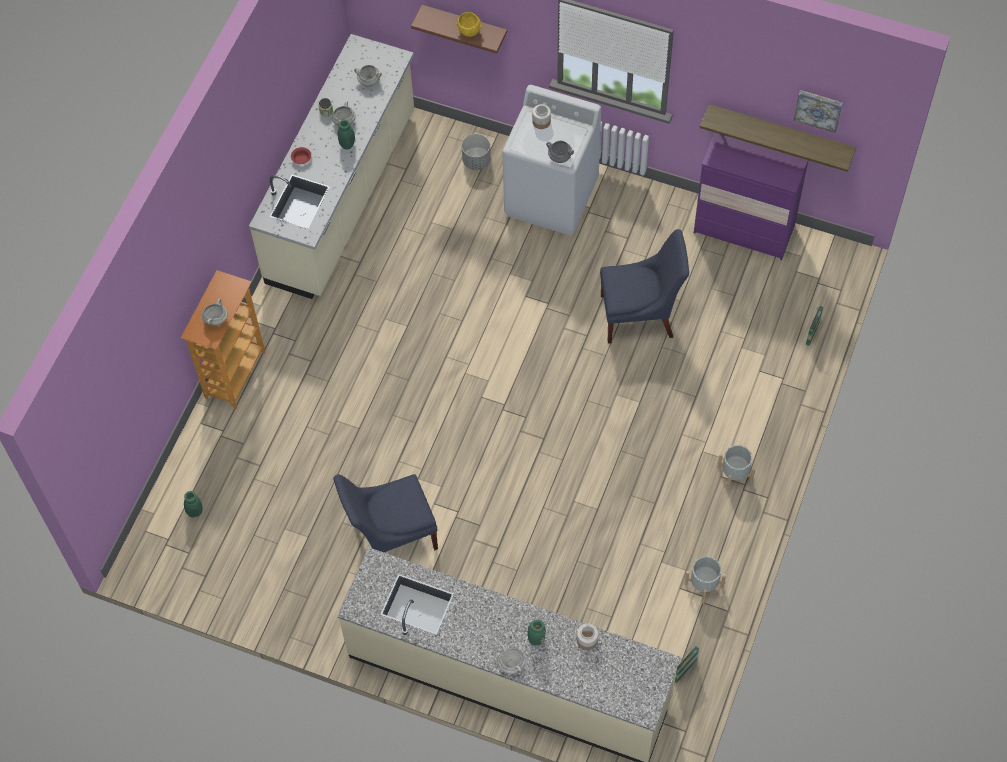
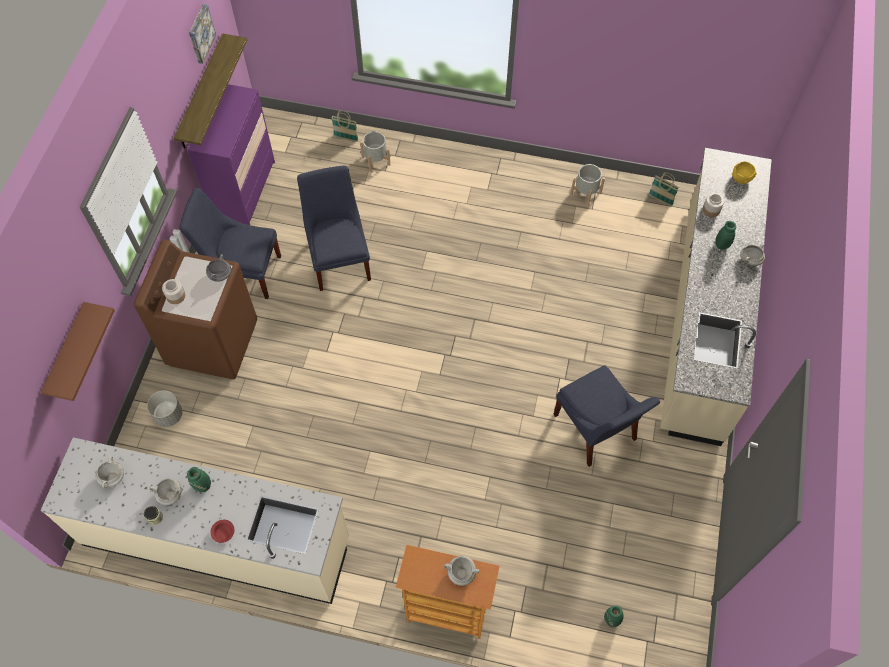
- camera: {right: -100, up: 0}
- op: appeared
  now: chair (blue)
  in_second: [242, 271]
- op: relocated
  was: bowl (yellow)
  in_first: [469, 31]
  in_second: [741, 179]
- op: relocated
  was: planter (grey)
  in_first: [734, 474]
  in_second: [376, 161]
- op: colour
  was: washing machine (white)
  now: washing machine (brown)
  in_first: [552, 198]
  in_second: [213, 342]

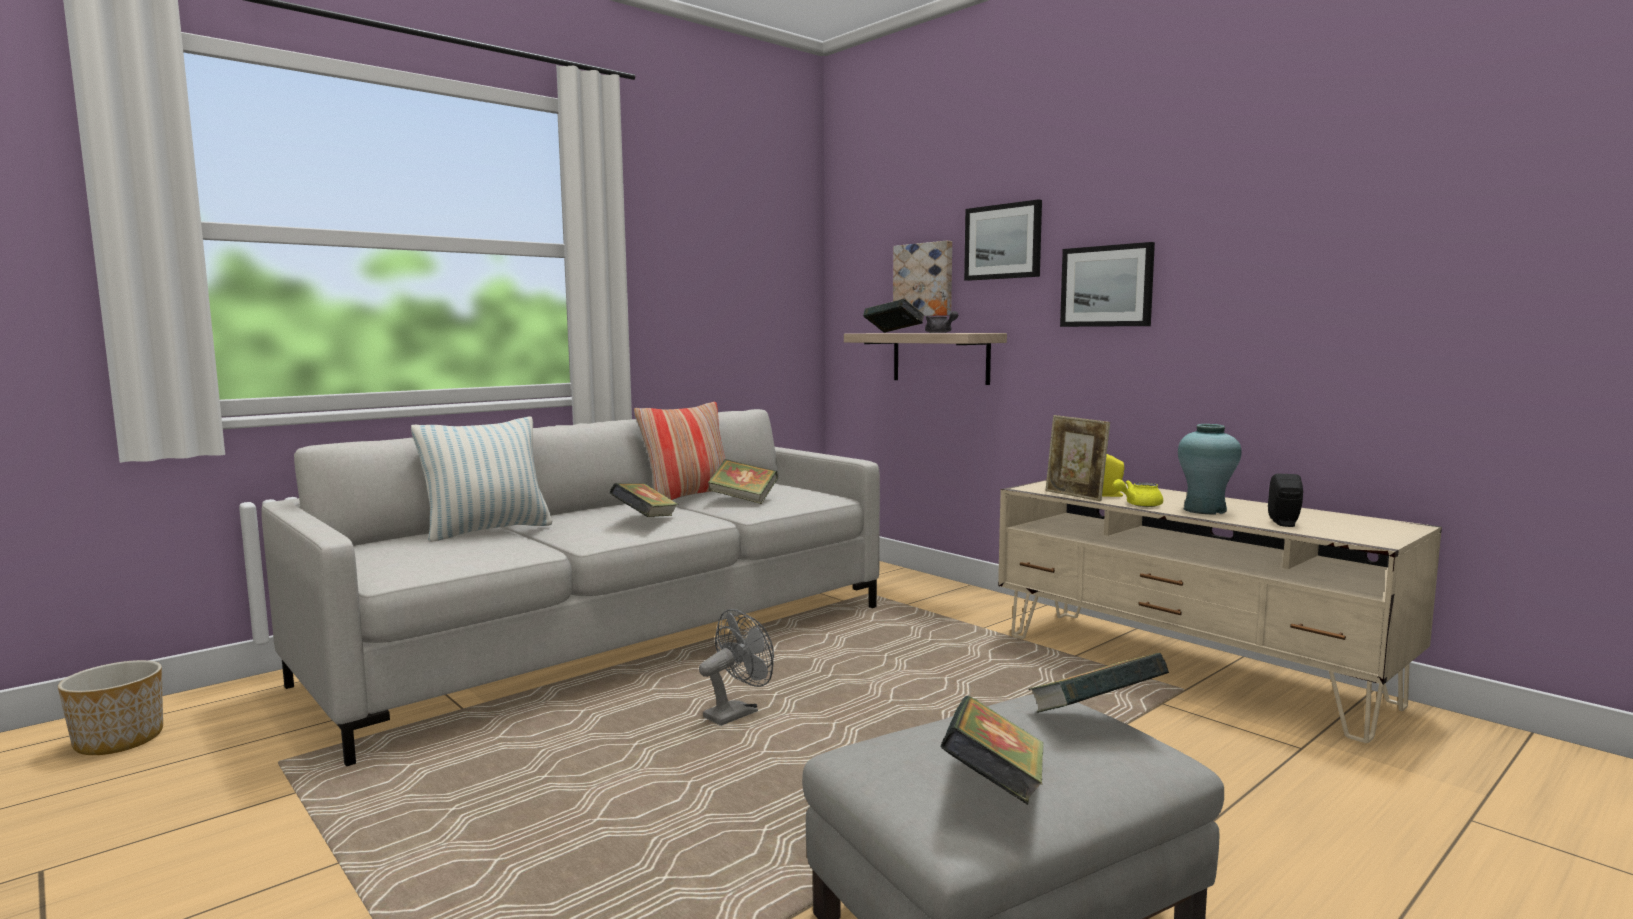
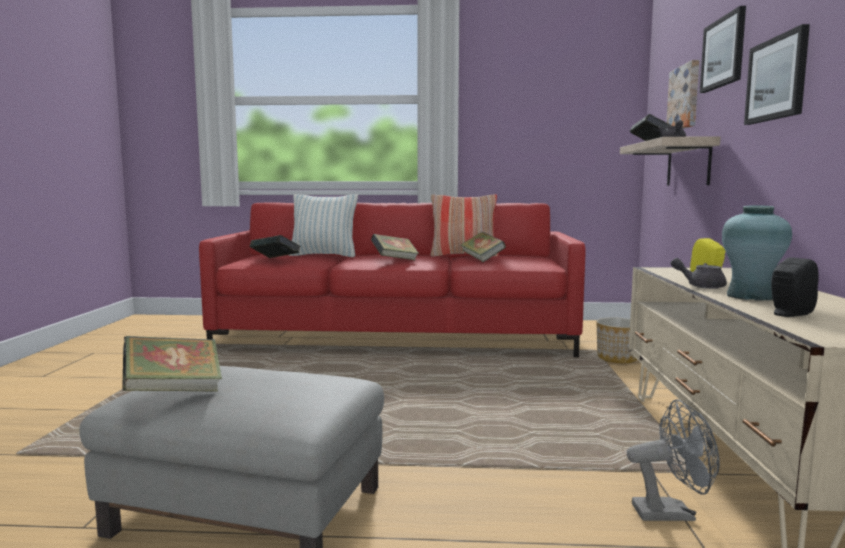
- camera: {right: 45, up: 0}
- op: missing
  was: picture frame
  in_first: [1075, 496]
- op: relocated
  was: planter
  in_first: [120, 740]
  in_second: [618, 358]
- op: relocated
  was: fan (grey)
  in_first: [737, 713]
  in_second: [672, 513]
- op: relocated
  was: book
  in_first: [1094, 718]
  in_second: [275, 260]
- op: colour
  was: sofa (grey)
  now: sofa (red)
  in_first: [615, 643]
  in_second: [396, 338]
- op: colour
  was: teapot (yellow)
  now: teapot (grey)
  in_first: [1138, 505]
  in_second: [700, 286]

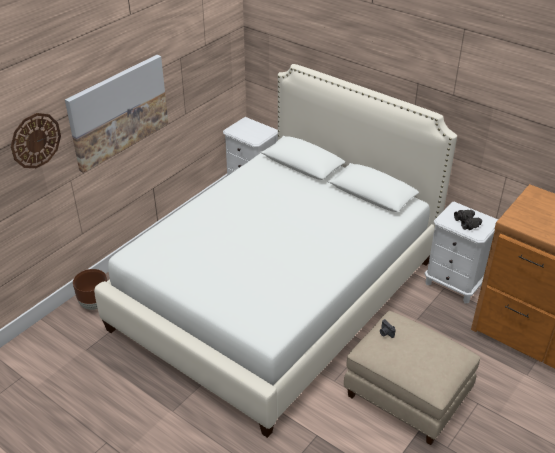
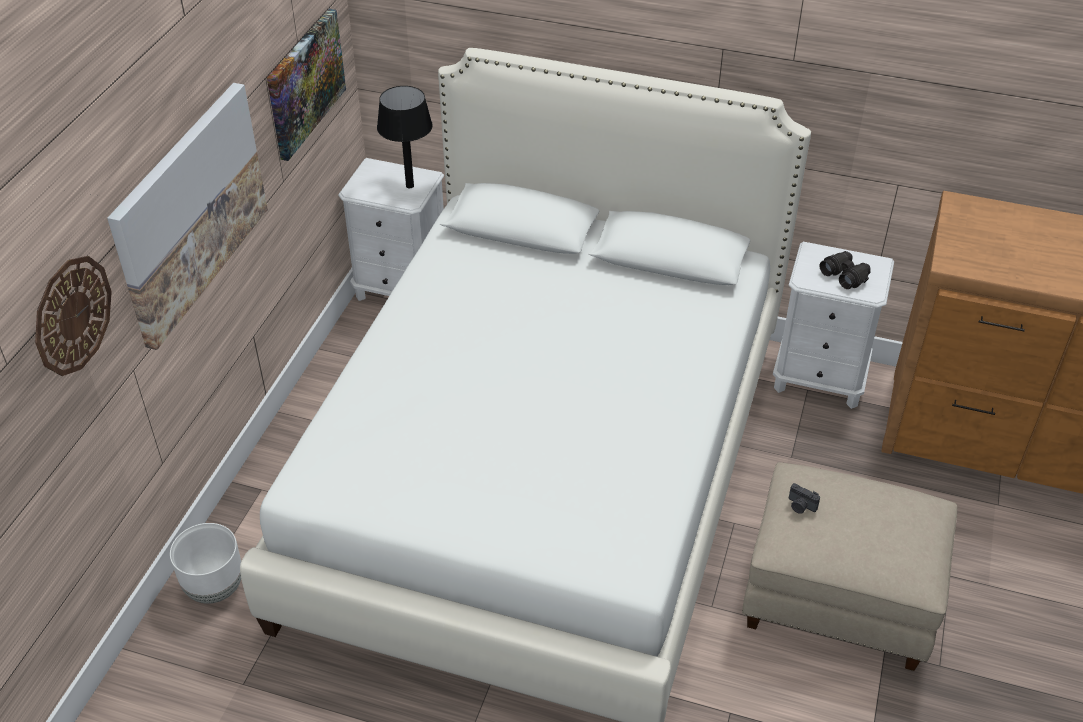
- camera: {right: -20, up: 5}
- op: appeared
  now: picture
  in_second: [305, 83]
- op: appeared
  now: table lamp (black)
  in_second: [410, 185]
- op: colour
  was: planter (brown)
  now: planter (white)
  in_first: [95, 303]
  in_second: [215, 587]

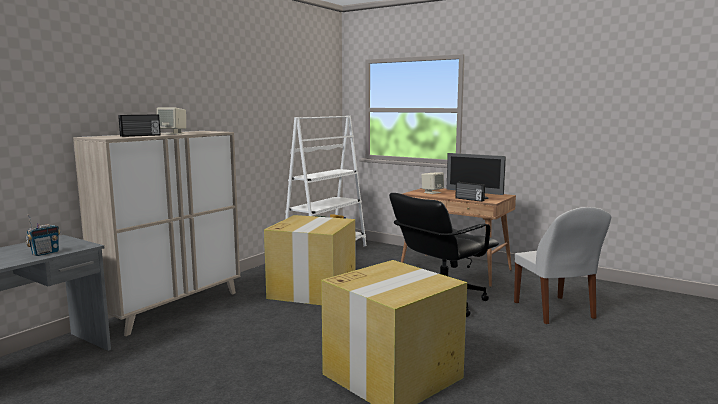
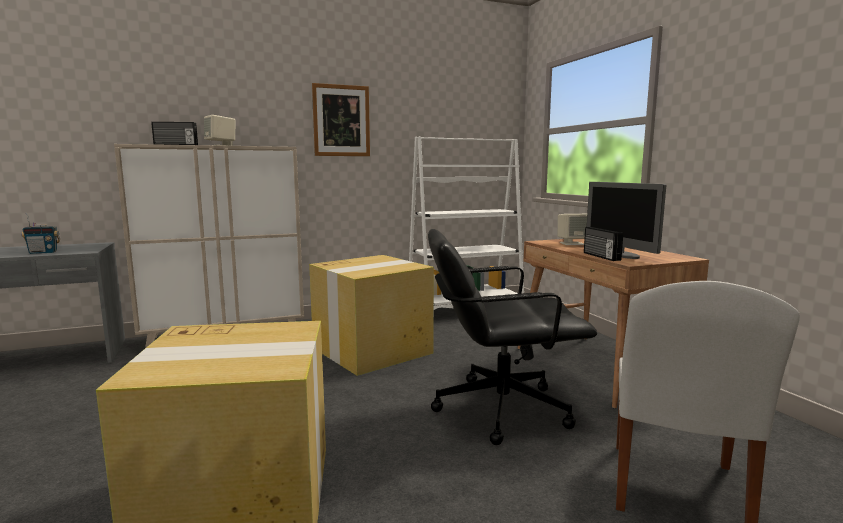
- camera: {right: 35, up: 0}
- op: appeared
  now: picture
  in_second: [341, 121]

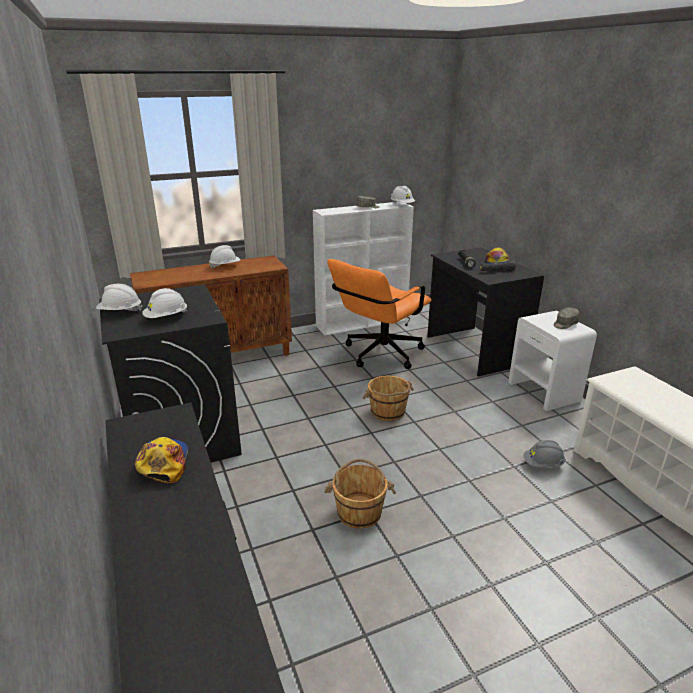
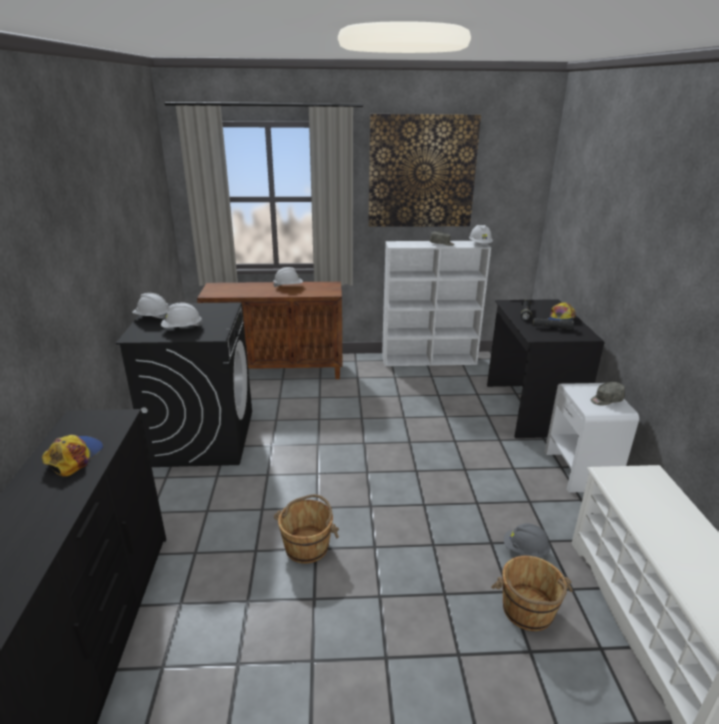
- camera: {right: 20, up: 0}
- op: missing
  was: office chair (orange)
  in_first: [378, 355]
- op: appeared
  now: picture
  in_second: [422, 172]
- op: relocated
  was: bucket (brown)
  in_first: [388, 412]
  in_second: [527, 611]

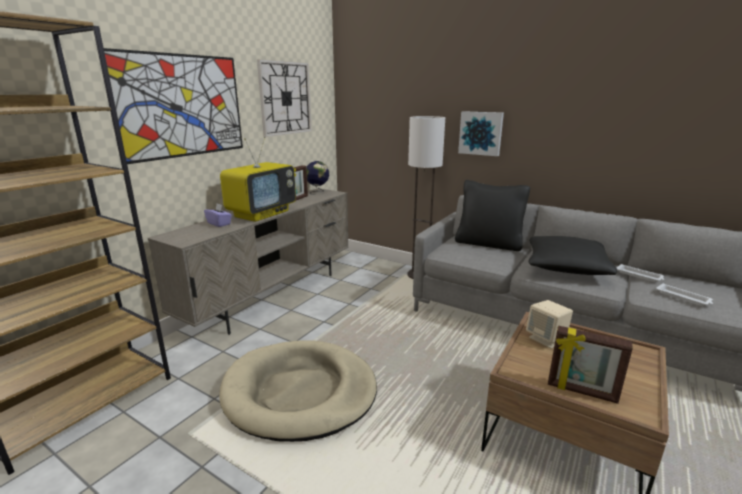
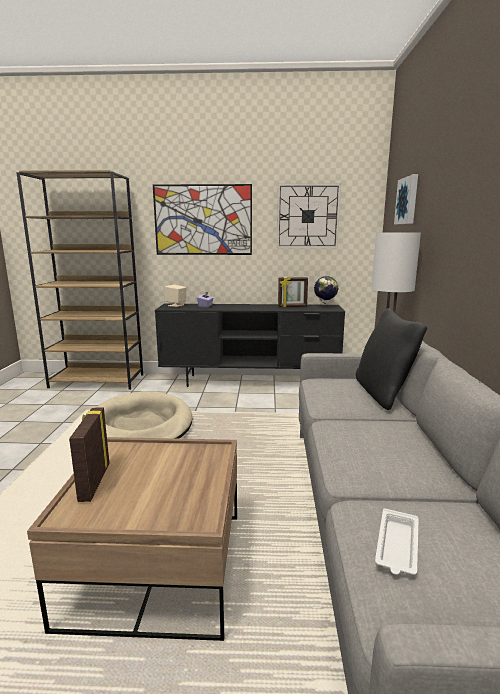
- camera: {right: 60, up: -5}
- op: missing
  was: television
  in_first: [262, 213]
- op: missing
  was: pillow (black)
  in_first: [566, 267]
- op: missing
  was: tray (white)
  in_first: [639, 275]
- op: relocated
  was: picture
  in_first: [481, 133]
  in_second: [408, 201]
- op: relocated
  was: speaker (beige)
  in_first: [546, 339]
  in_second: [176, 305]
- op: colour
  was: tv stand (beige)
  now: tv stand (black)
  in_first: [274, 296]
  in_second: [250, 382]

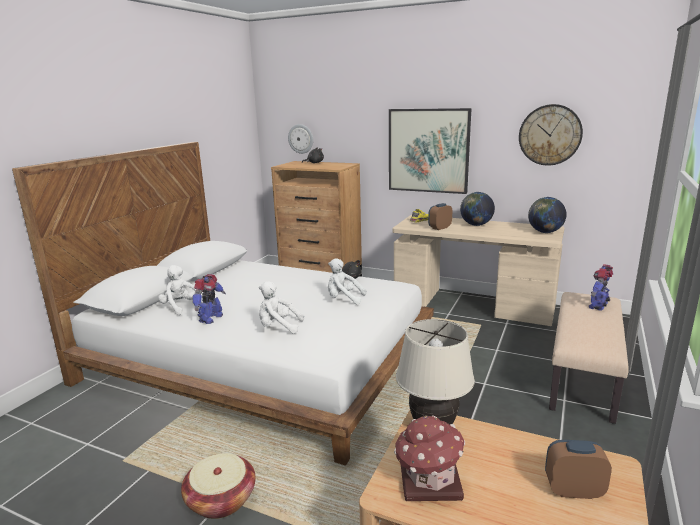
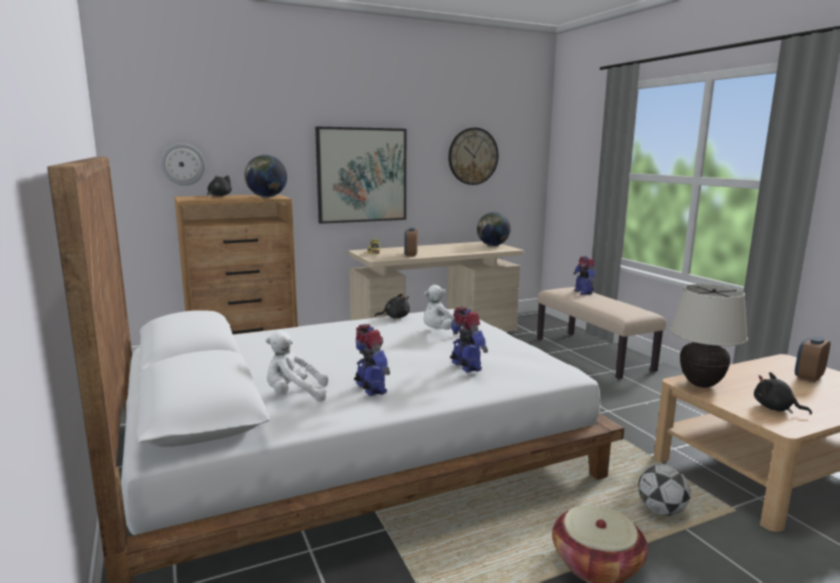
- camera: {right: -50, up: -5}
- op: appeared
  now: football
  in_second: [661, 510]
- op: relocated
  was: globe
  in_first: [476, 225]
  in_second: [267, 197]
- op: exchanged
  was: plush toy (white)
  now: toy robot
  in_first: [278, 327]
  in_second: [465, 367]
- op: exchanged
  was: toy house
  now: plush toy (black)
  in_first: [428, 482]
  in_second: [775, 408]

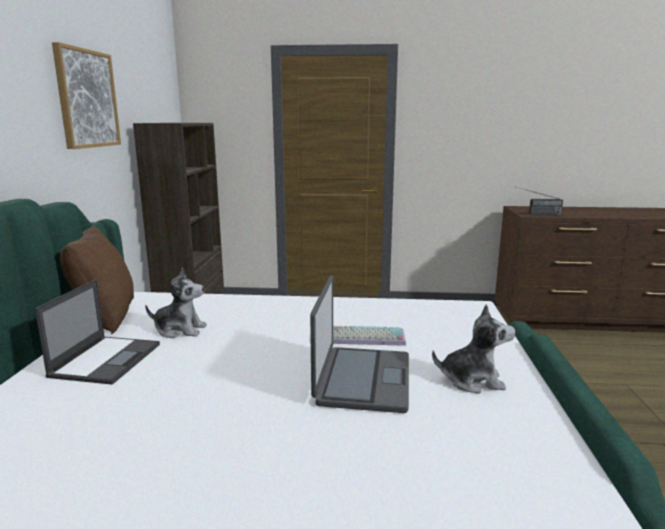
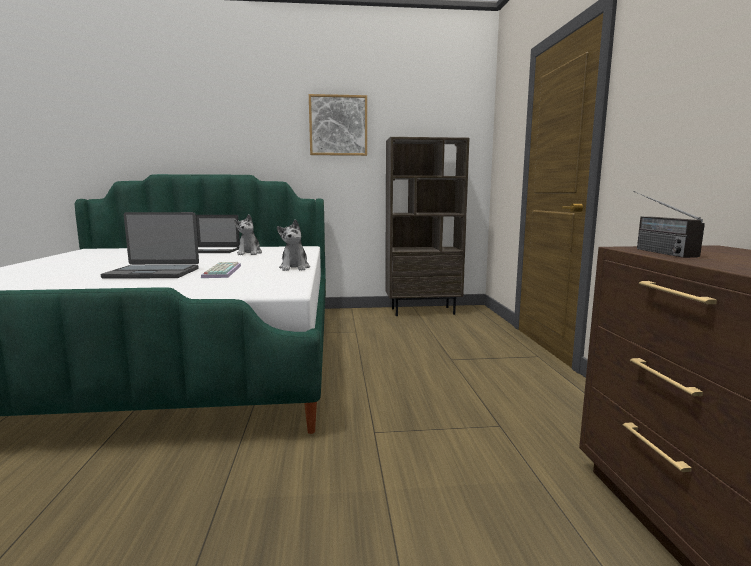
- camera: {right: 80, up: -5}
- op: missing
  was: pillow (brown)
  in_first: [105, 317]
- op: relocated
  was: plush toy
  in_first: [472, 380]
  in_second: [295, 268]

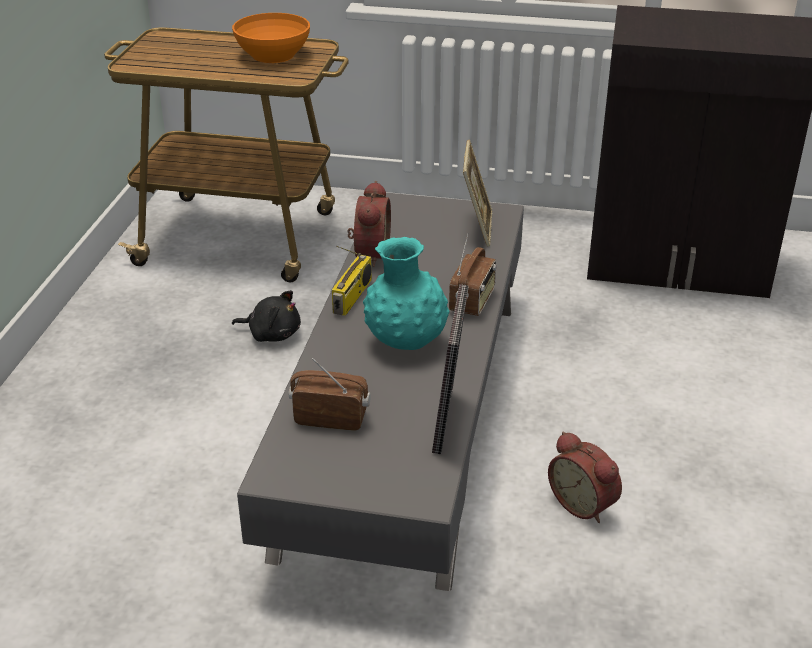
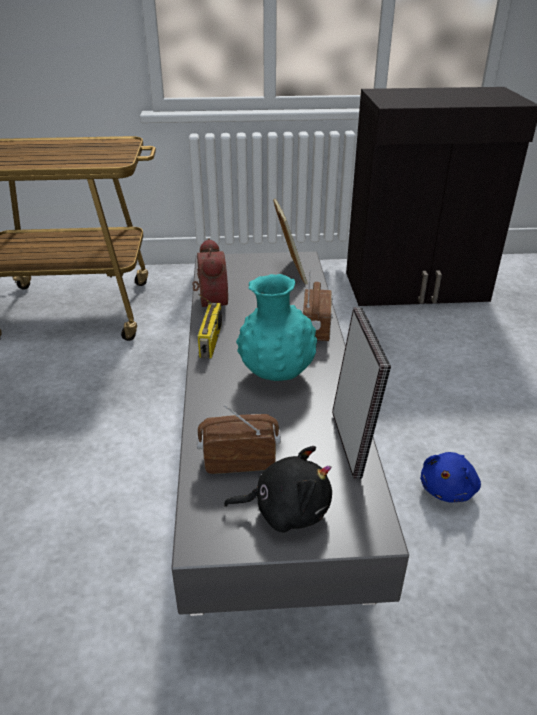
- camera: {right: -15, up: 0}
- op: missing
  was: bowl (orange)
  in_first: [274, 55]
- op: relocated
  was: plush toy (black)
  in_first: [272, 334]
  in_second: [286, 510]
- op: exchanged
  was: alarm clock
  now: plush toy (blue)
  in_first: [584, 503]
  in_second: [448, 489]

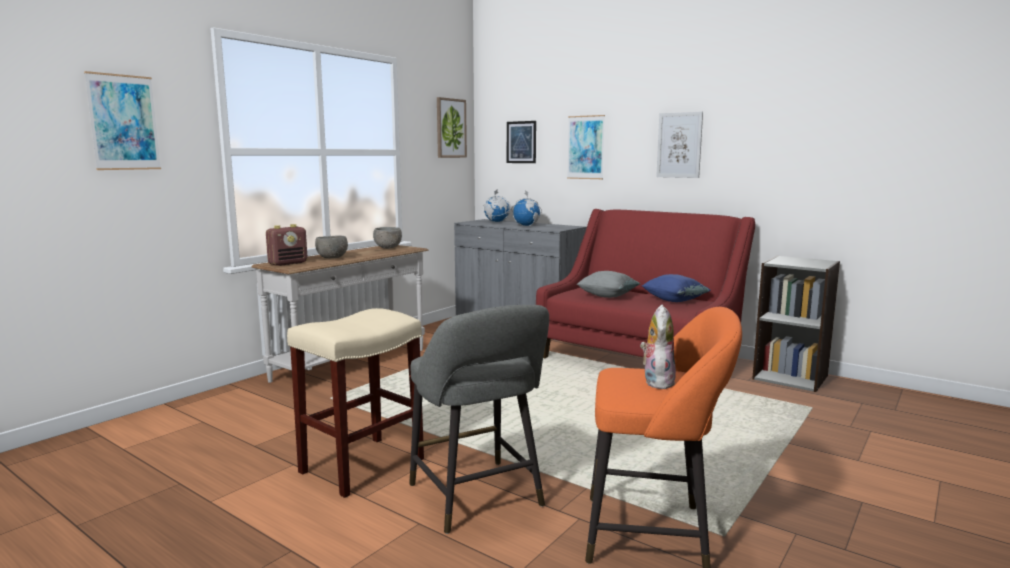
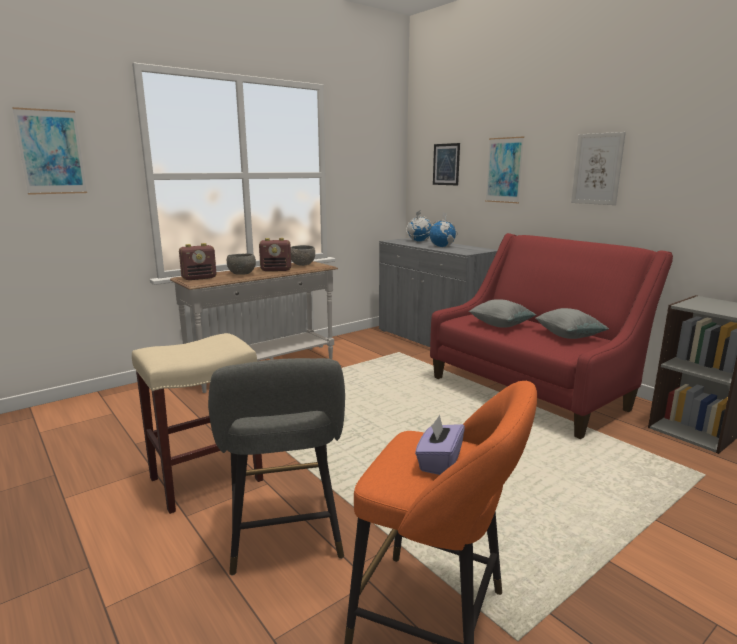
- camera: {right: 15, up: 5}
- op: missing
  was: picture
  in_first: [450, 128]
- op: appeared
  now: radio
  in_second: [276, 270]
- op: exchanged
  was: plush toy
  now: tissue box (purple)
  in_first: [656, 381]
  in_second: [439, 462]
- op: colour
  was: pillow (blue)
  now: pillow (grey)
  in_first: [674, 300]
  in_second: [568, 336]

